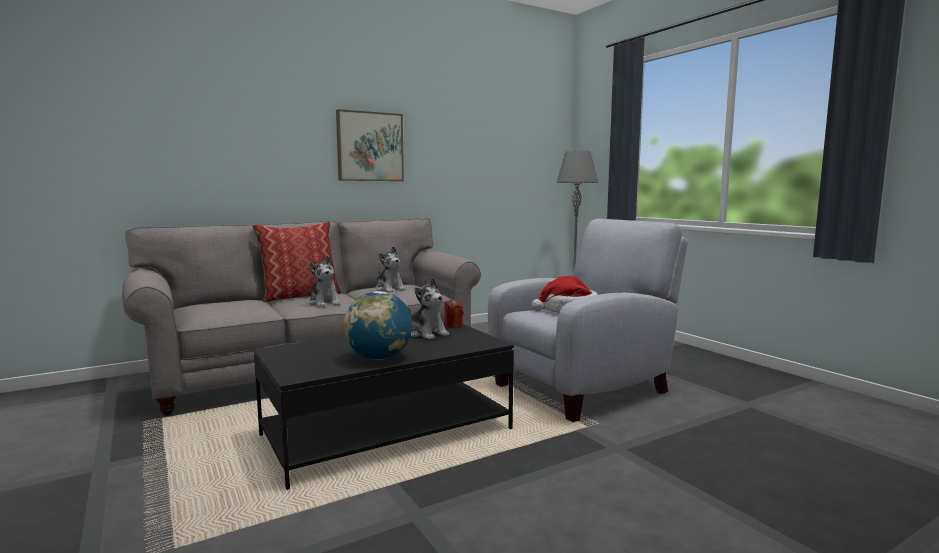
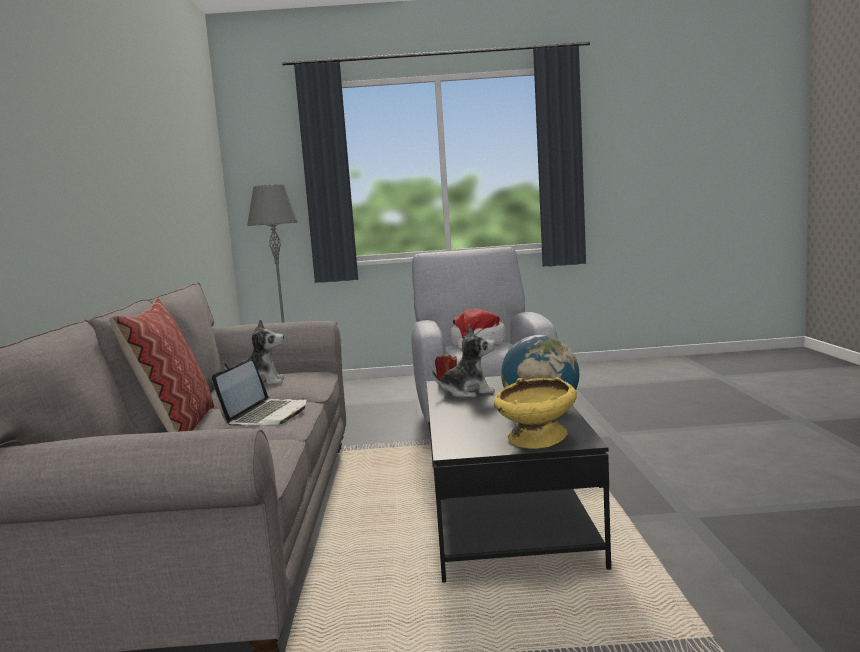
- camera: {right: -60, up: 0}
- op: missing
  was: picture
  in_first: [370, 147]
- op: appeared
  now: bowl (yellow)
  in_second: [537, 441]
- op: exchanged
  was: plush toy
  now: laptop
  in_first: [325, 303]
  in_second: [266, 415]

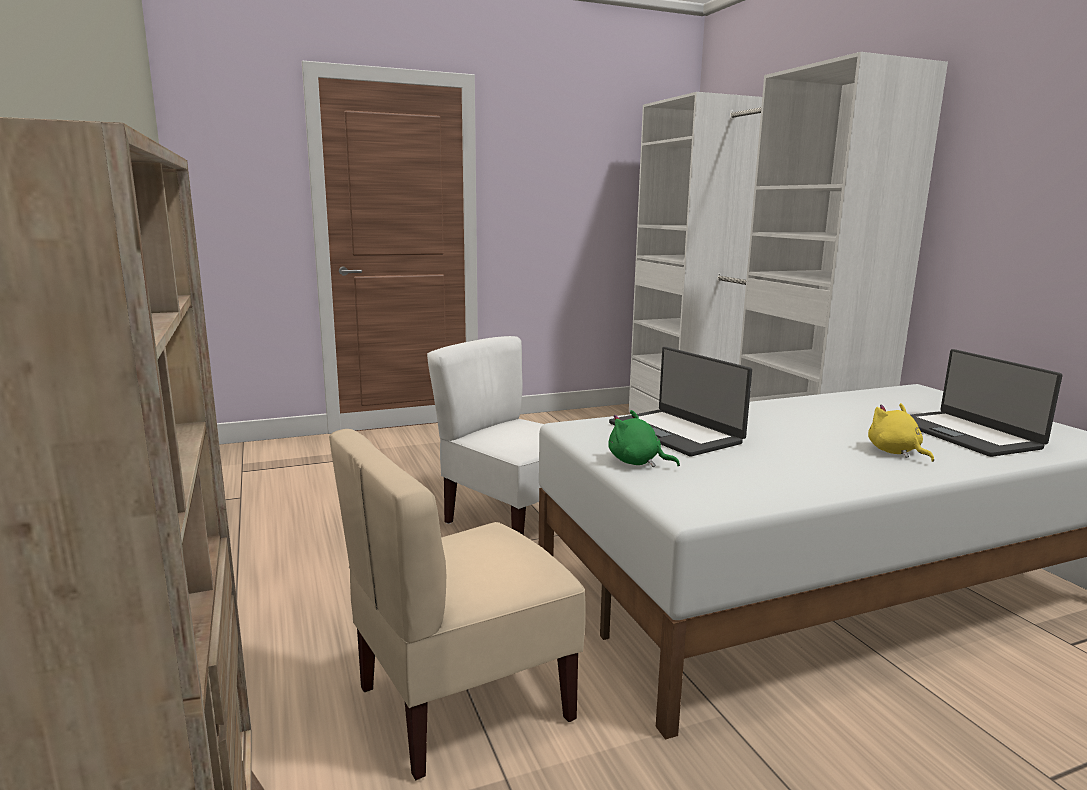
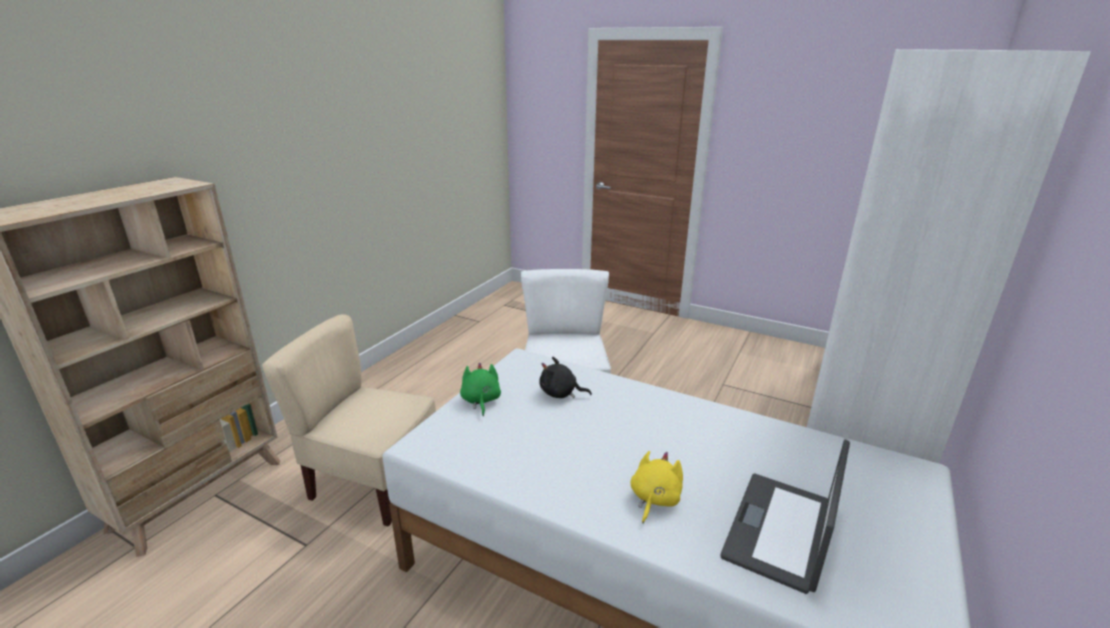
- camera: {right: 50, up: 10}
- op: exchanged
  was: laptop
  now: plush toy (black)
  in_first: [676, 433]
  in_second: [560, 393]

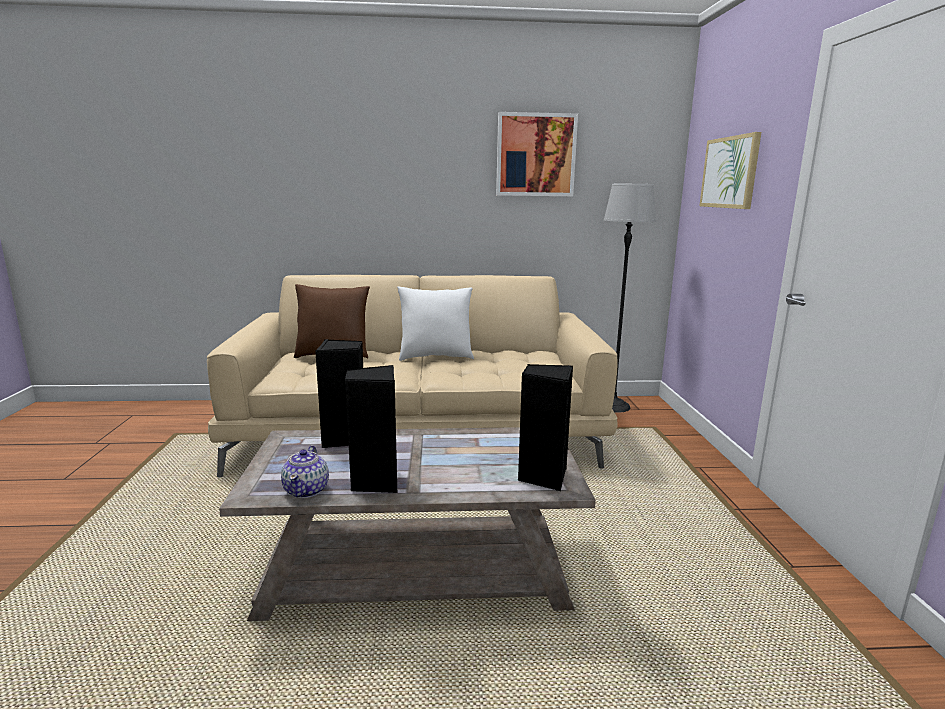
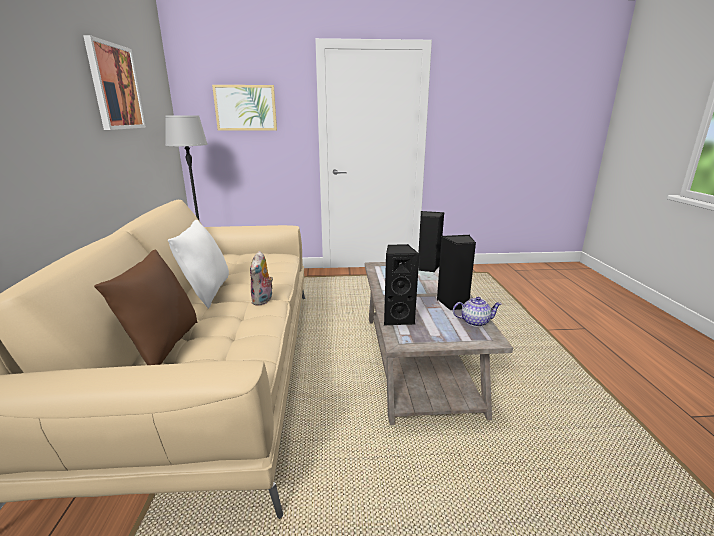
- camera: {right: -90, up: 5}
- op: appeared
  now: plush toy
  in_second: [263, 301]

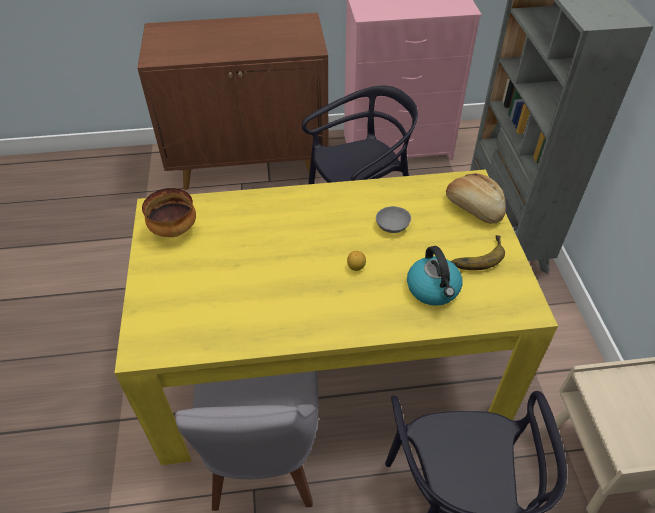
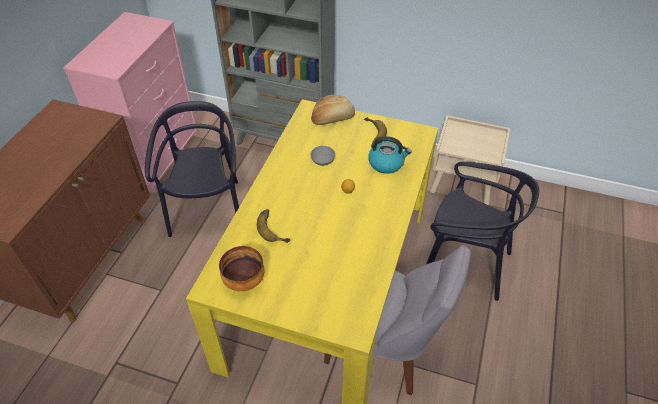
- camera: {right: -65, up: 0}
- op: appeared
  now: banana
  in_second: [274, 227]

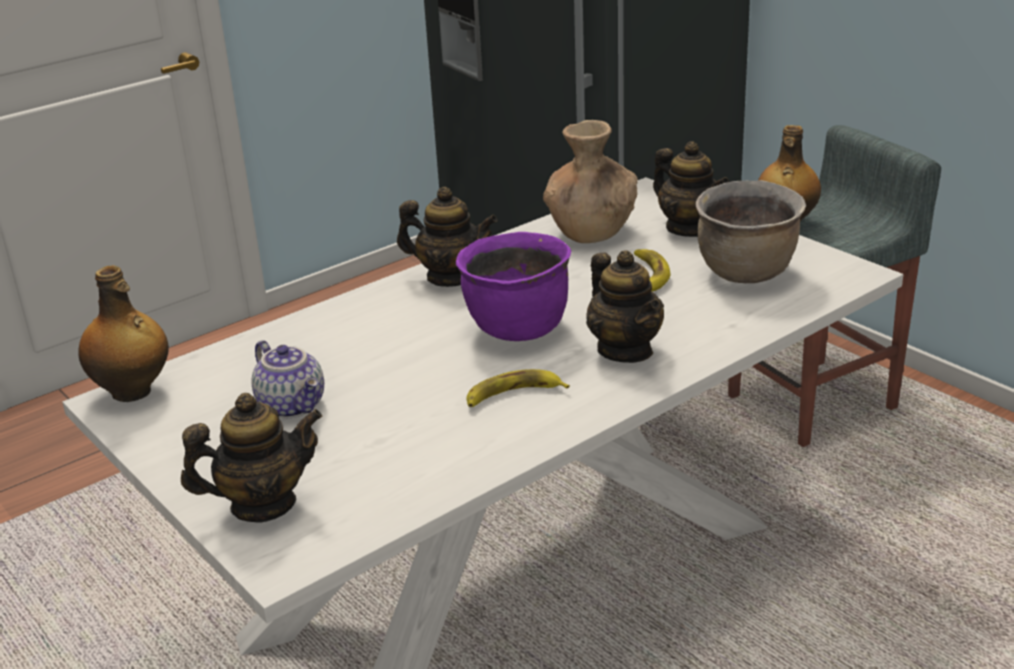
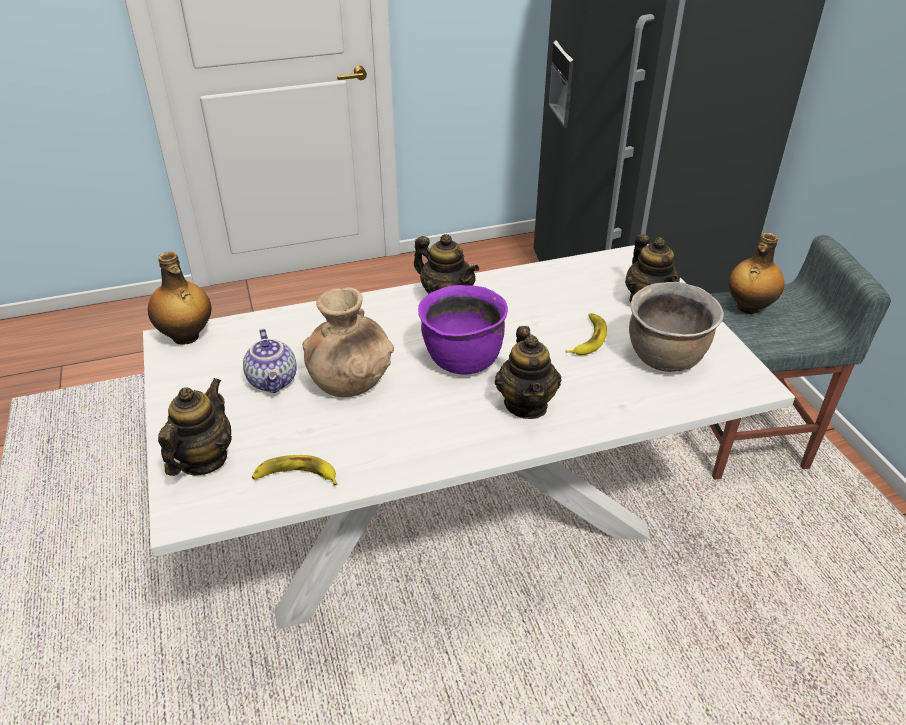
- camera: {right: 20, up: 10}
- op: relocated
  was: banana
  in_first: [513, 395]
  in_second: [296, 476]
- op: relocated
  was: vase (brown)
  in_first: [591, 232]
  in_second: [350, 382]
- op: spun
  was: teapot
  in_first: [263, 505]
  in_second: [203, 460]
  clockwise: -75

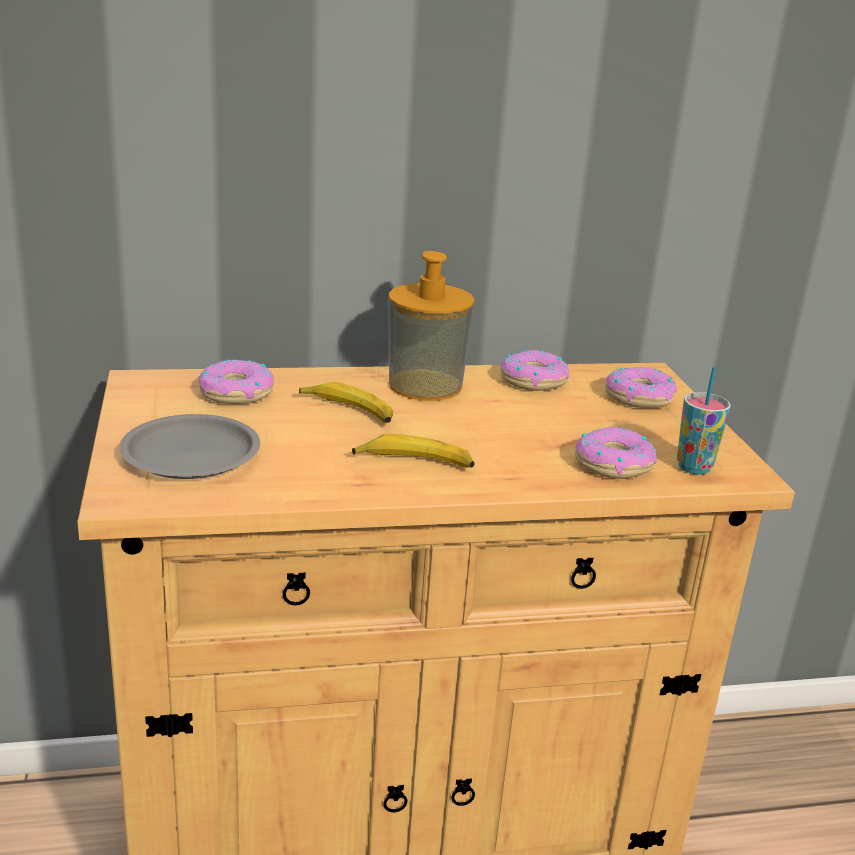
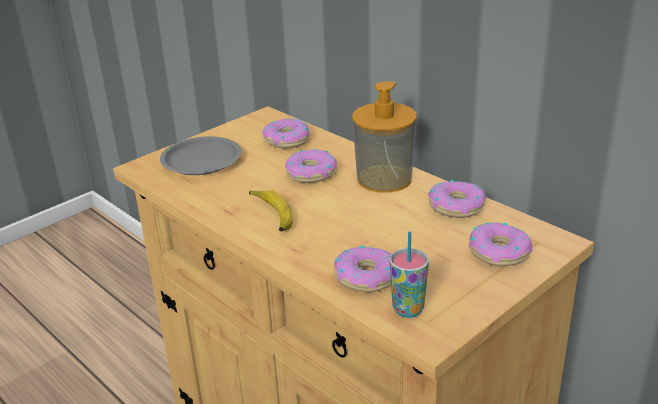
- camera: {right: 60, up: 5}
- op: exchanged
  was: banana
  now: donut
  in_first: [349, 411]
  in_second: [311, 173]

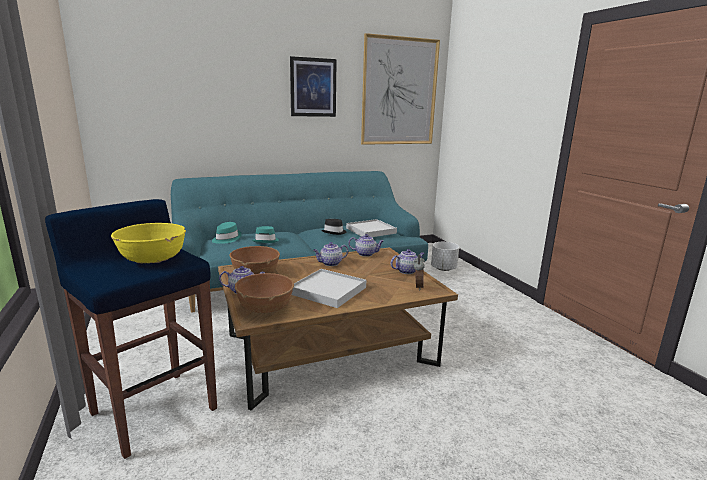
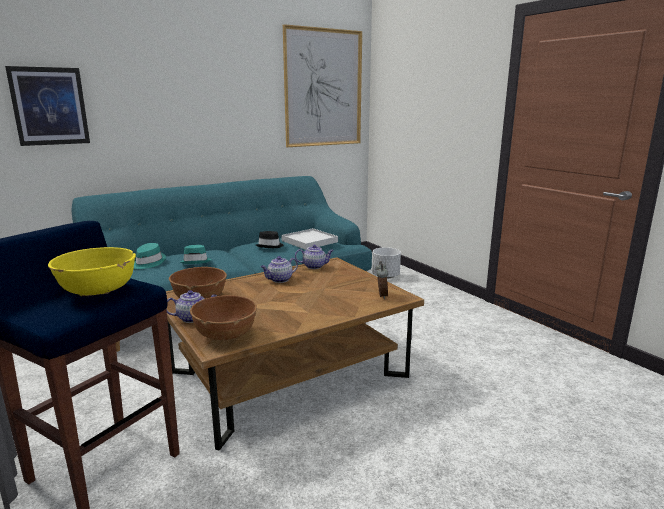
- camera: {right: -10, up: 0}
- op: missing
  was: tray (white)
  in_first: [328, 290]
- op: missing
  was: teapot
  in_first: [407, 271]
- op: relocated
  was: picture
  in_first: [313, 87]
  in_second: [49, 106]

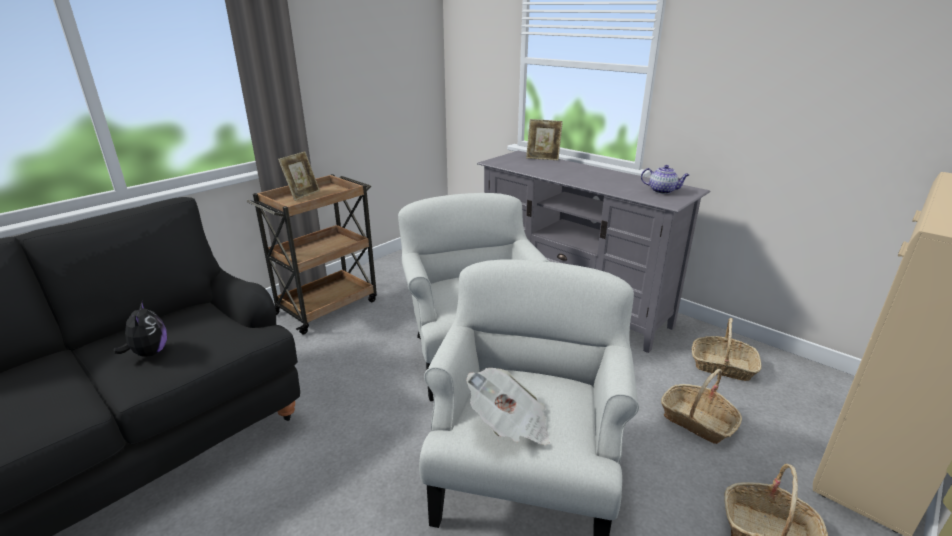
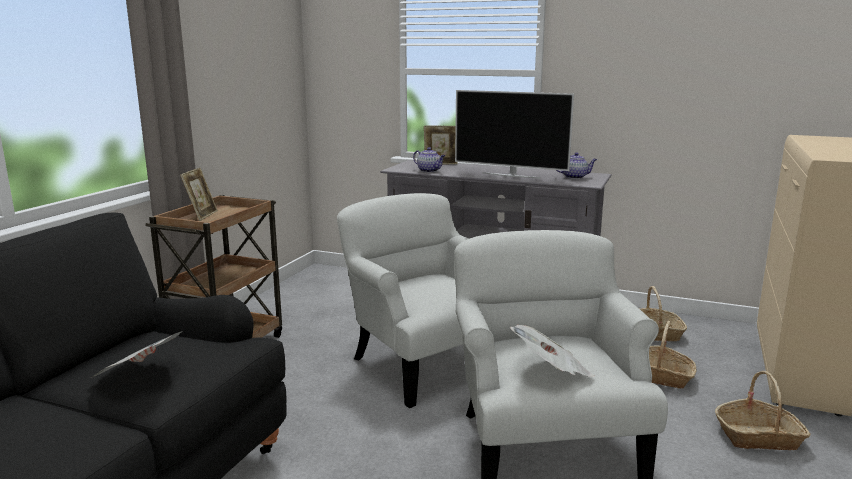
- camera: {right: -20, up: -10}
- op: appeared
  now: teapot
  in_second: [429, 171]
- op: appeared
  now: television
  in_second: [511, 175]
- op: exchanged
  was: plush toy
  now: newspaper
  in_first: [149, 353]
  in_second: [139, 376]

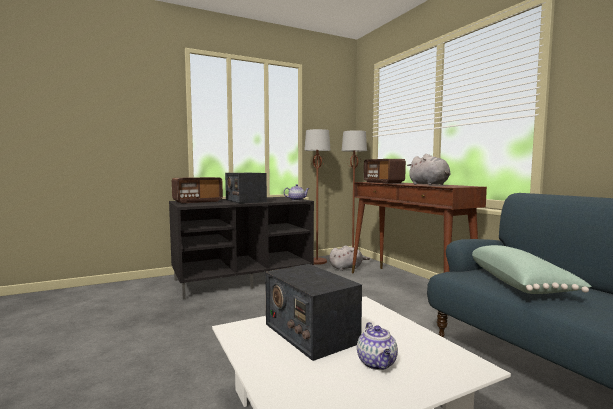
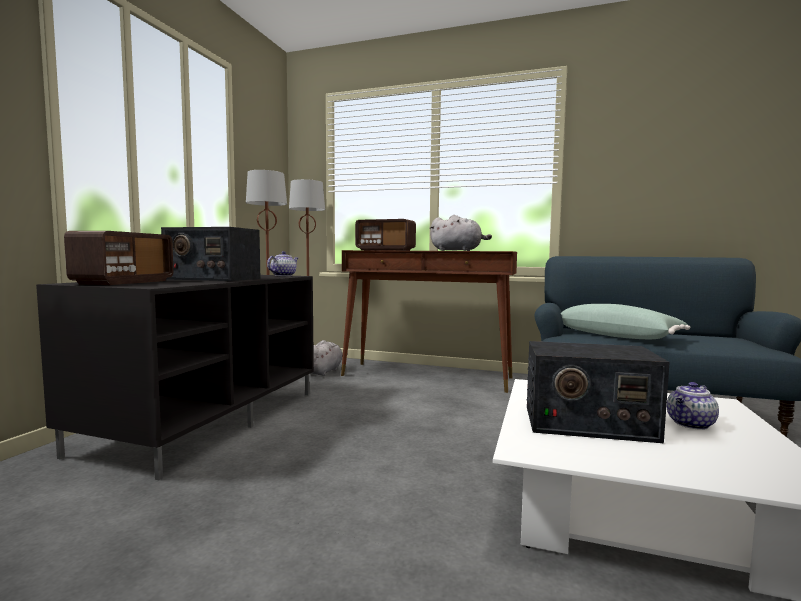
- camera: {right: -45, up: 0}
- op: spun
  was: teapot
  in_first: [377, 363]
  in_second: [691, 424]
  clockwise: 105

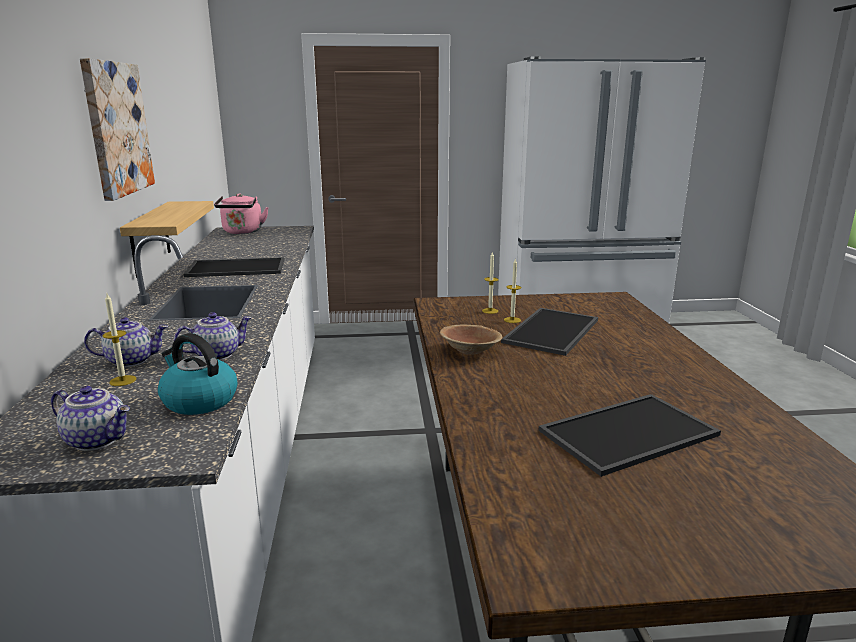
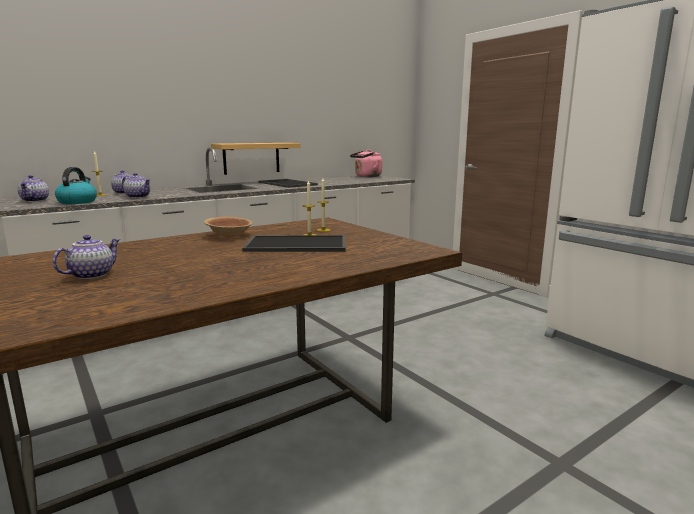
- camera: {right: 60, up: -5}
- op: missing
  was: picture
  in_first: [116, 128]
- op: exchanged
  was: tray
  now: teapot
  in_first: [629, 434]
  in_second: [91, 275]

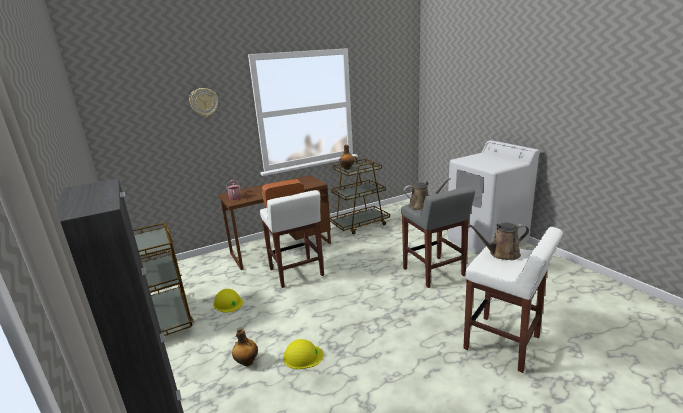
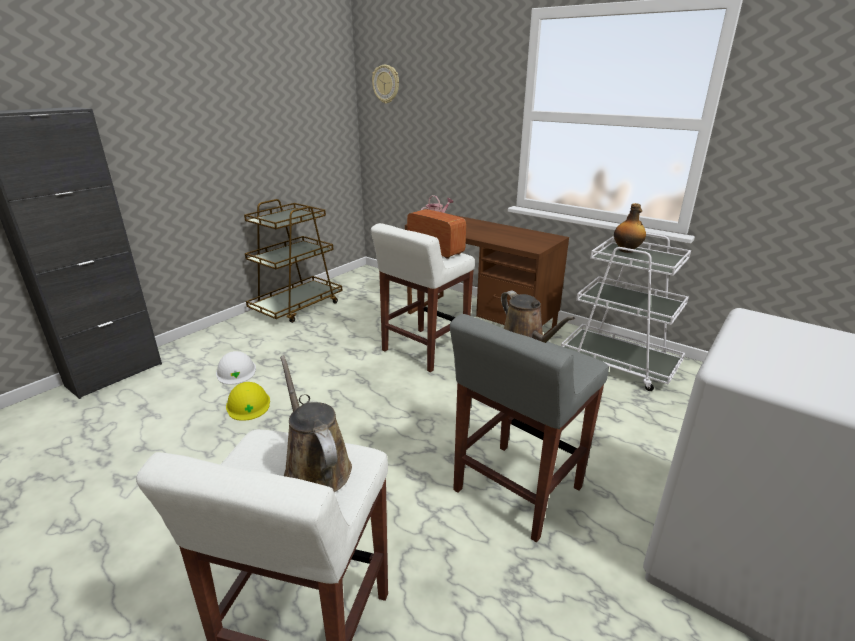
- camera: {right: 65, up: 5}
- op: missing
  was: hard hat (yellow)
  in_first: [228, 303]
- op: relocated
  was: wall clock
  in_first: [204, 102]
  in_second: [386, 84]
- op: exchanged
  was: bottle
  now: hard hat (white)
  in_first: [247, 362]
  in_second: [236, 371]
- op: colour
  was: cart (brown)
  now: cart (white)
  in_first: [360, 224]
  in_second: [619, 365]

